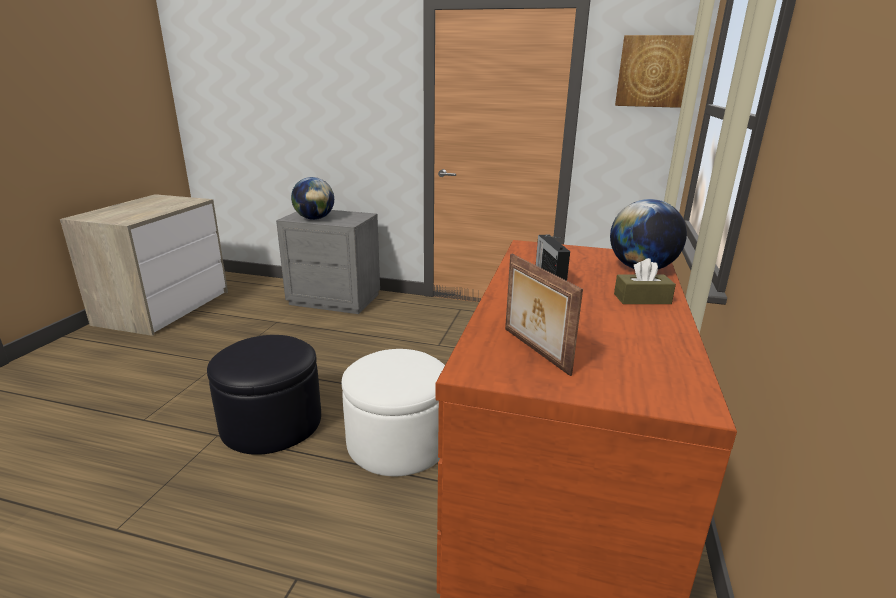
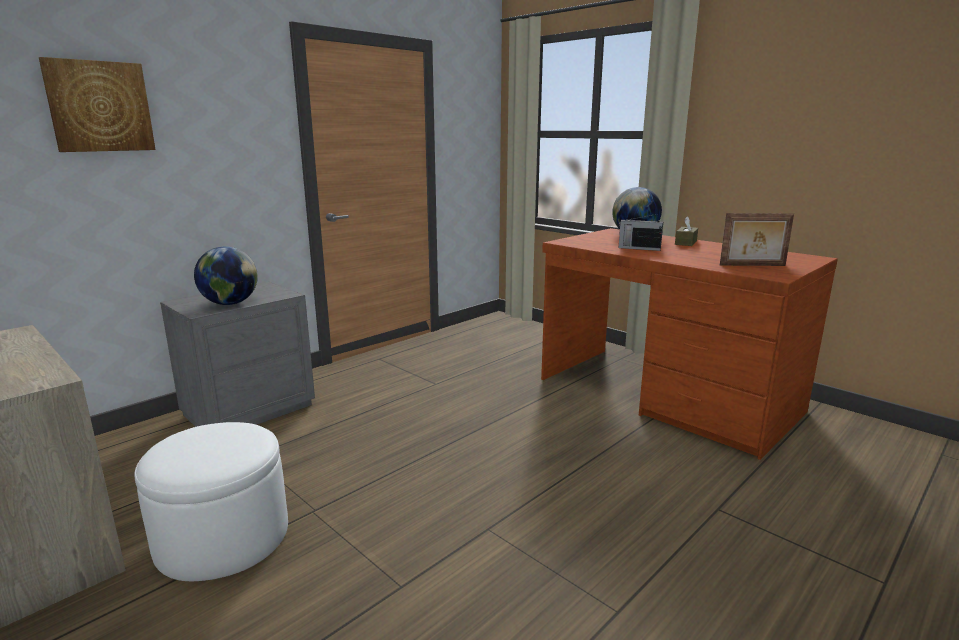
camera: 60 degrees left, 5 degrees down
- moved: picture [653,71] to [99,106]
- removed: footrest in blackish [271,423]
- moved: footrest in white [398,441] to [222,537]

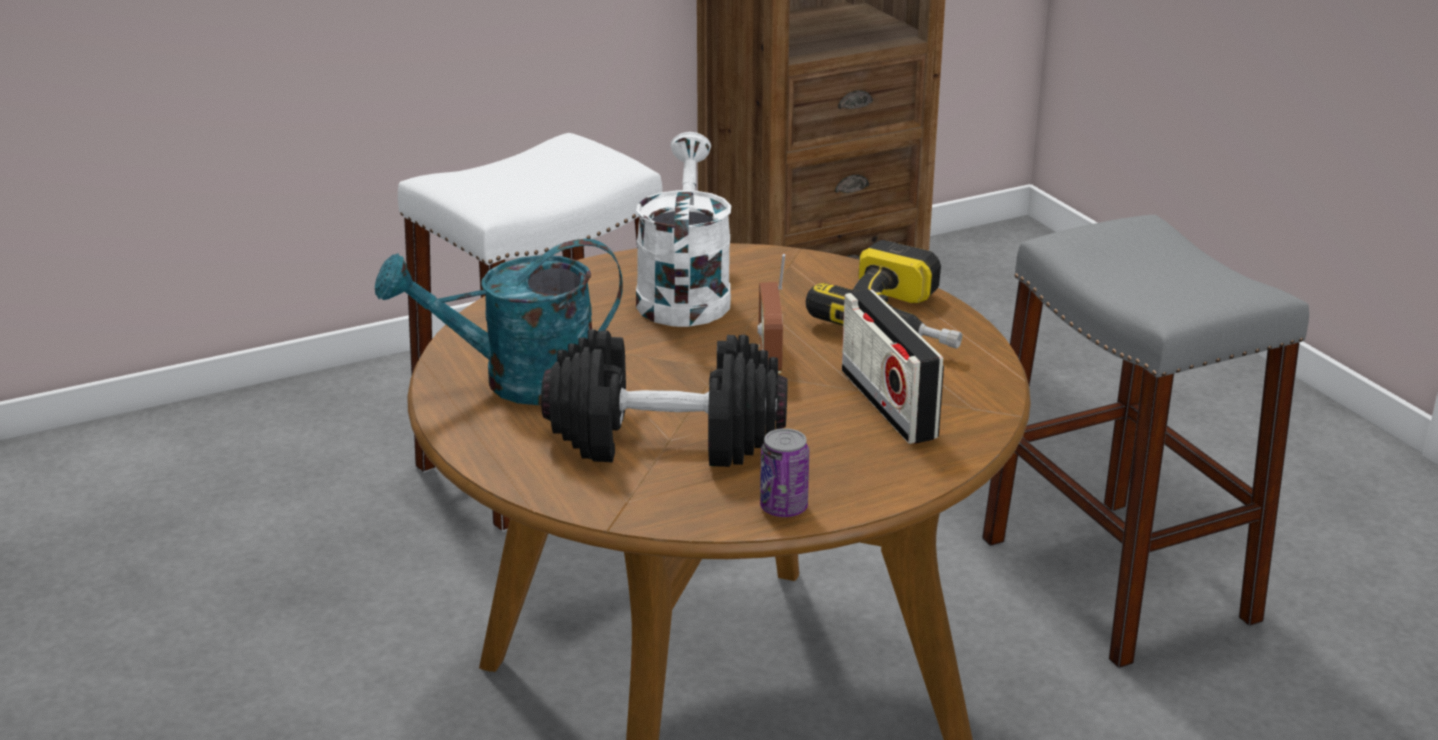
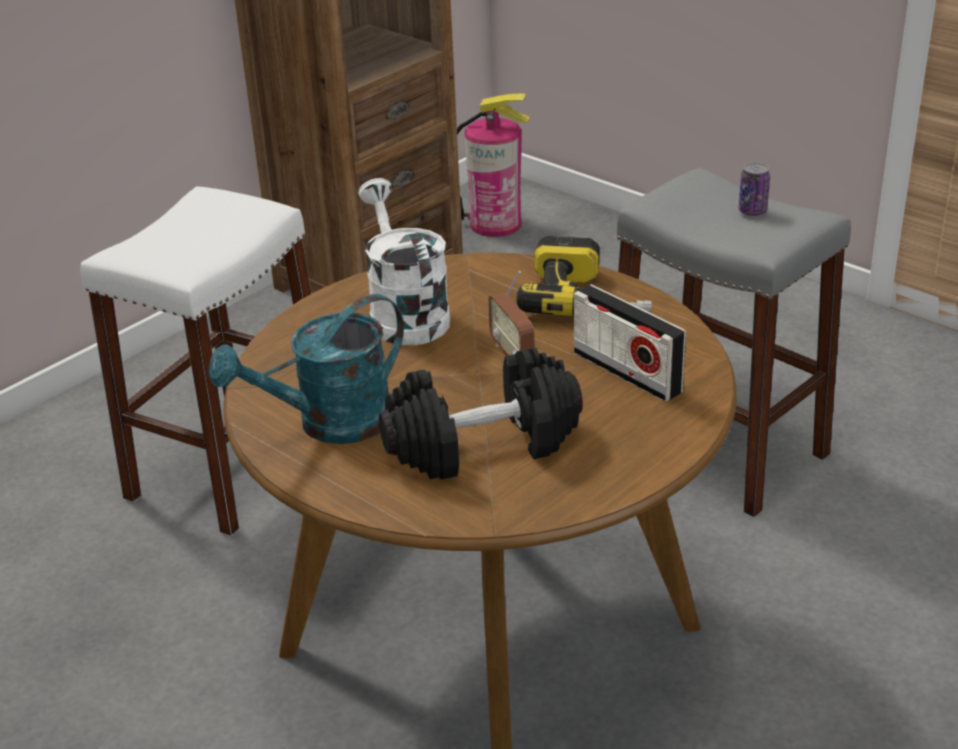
camera: 20 degrees left, 5 degrees up
- moved: can [783,508] to [752,211]
- added: fire extinguisher [495,224]

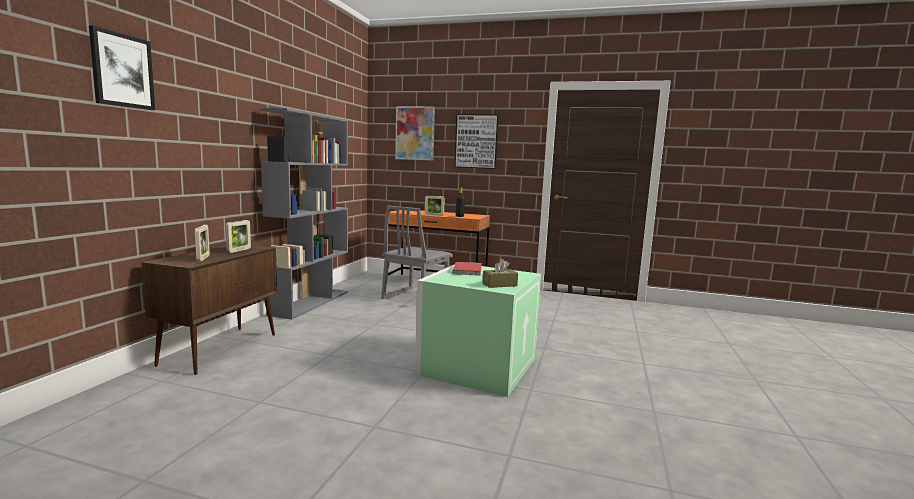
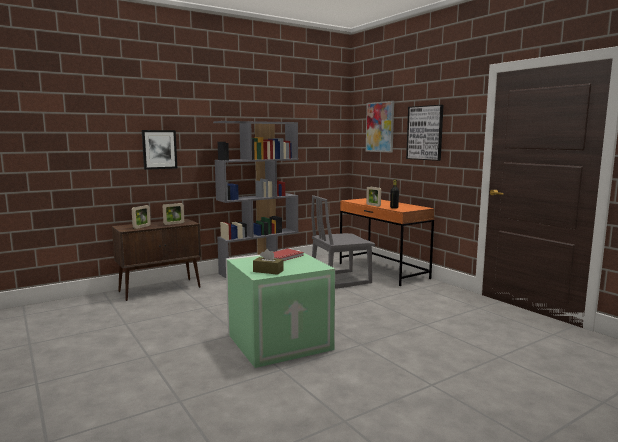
camera: 40 degrees right, 0 degrees up
- moved: picture [122,71] to [159,149]

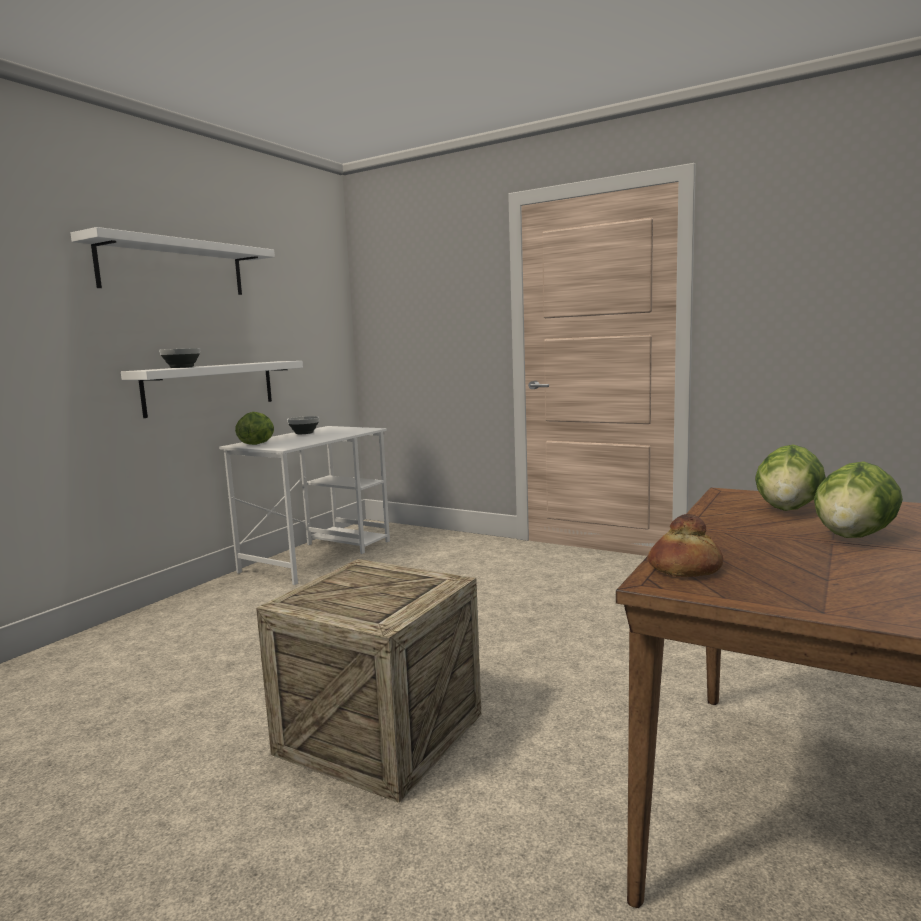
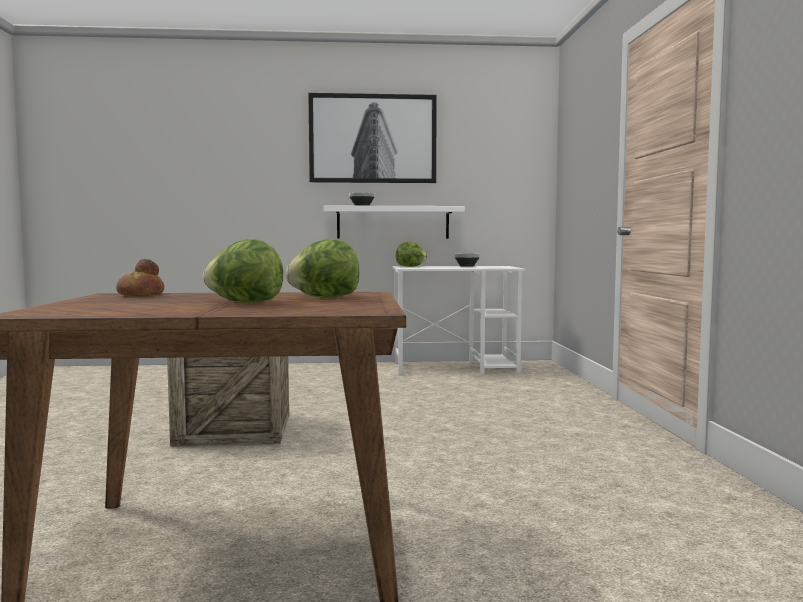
camera: 55 degrees right, 5 degrees down
- replaced: bracket shelf in white [173,268] to picture [373,138]

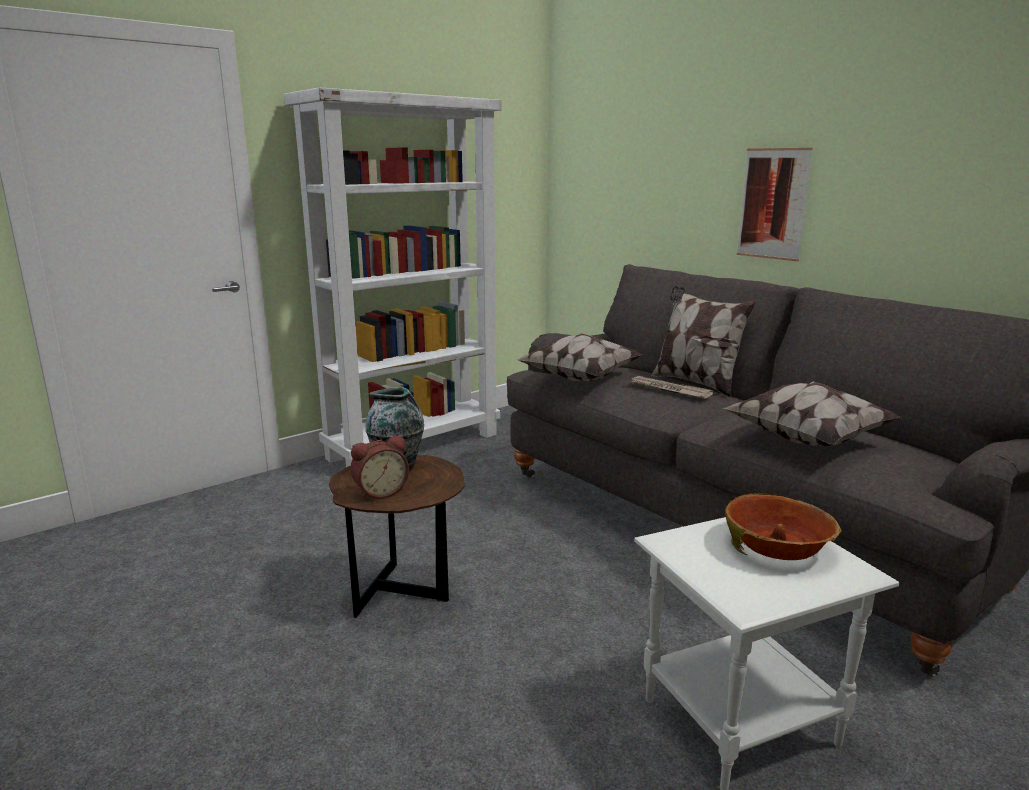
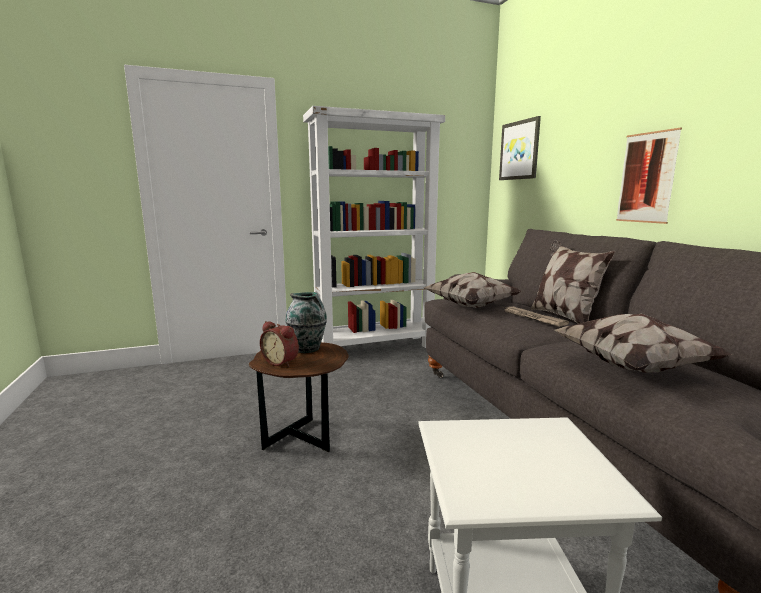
camera: 20 degrees right, 5 degrees down
- turned: bedside clock [380,492] = [281,362] 45 degrees clockwise
- removed: bowl [777,547]
- added: picture [519,150]

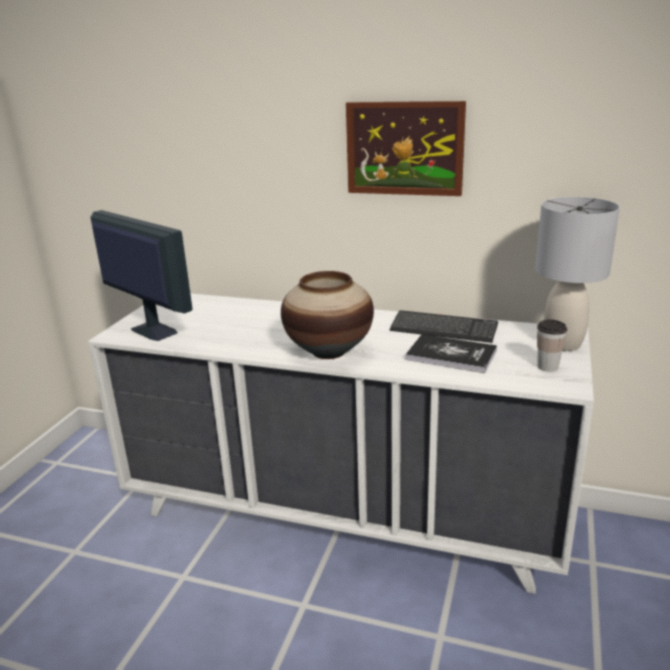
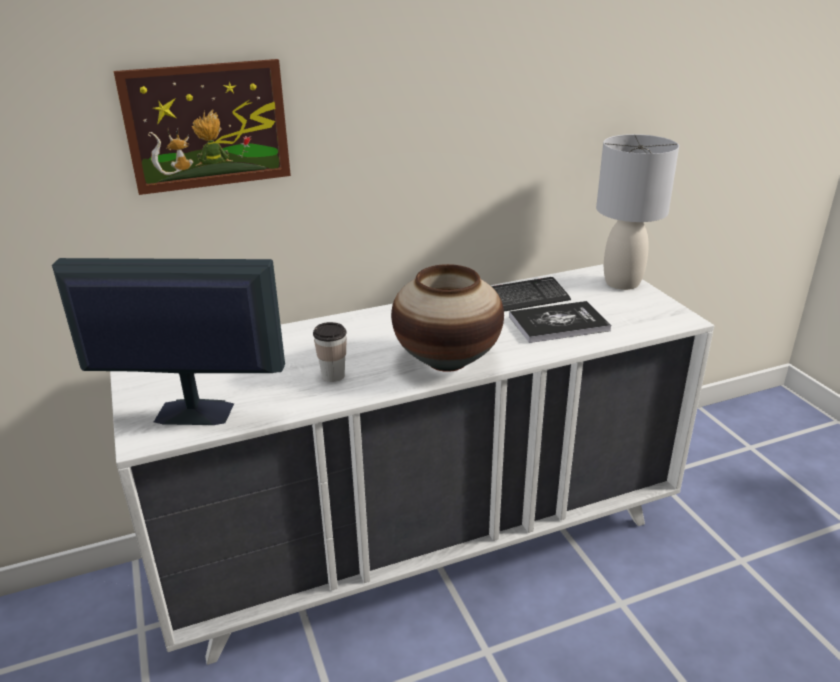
camera: 40 degrees left, 5 degrees up
- moved: picture [404,148] to [207,126]
- moved: cup [547,367] to [333,375]

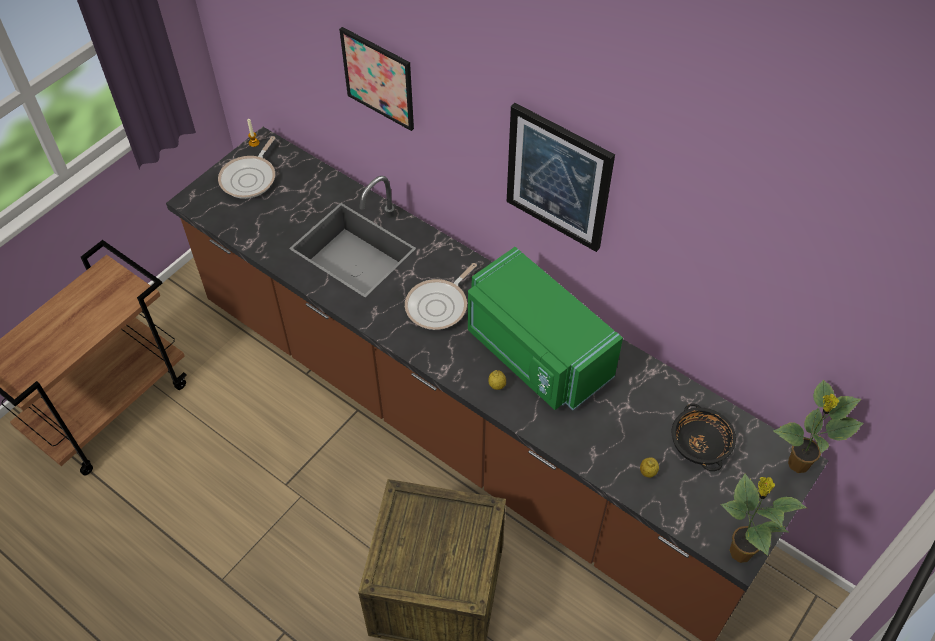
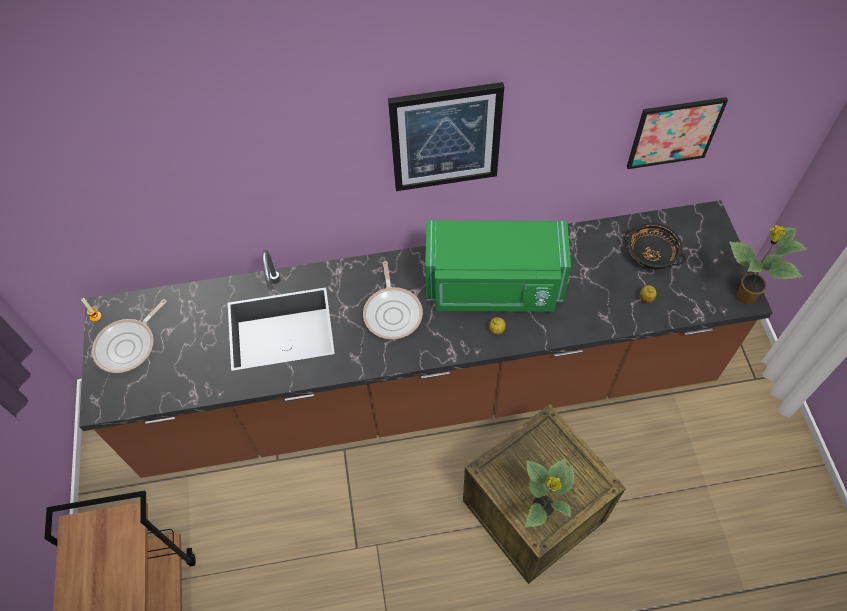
camera: 45 degrees left, 5 degrees up
- moved: picture [378,78] to [674,133]
- turned: pan [250,178] = [129,346] 60 degrees clockwise
- moved: plant in a pot [797,464] to [541,515]

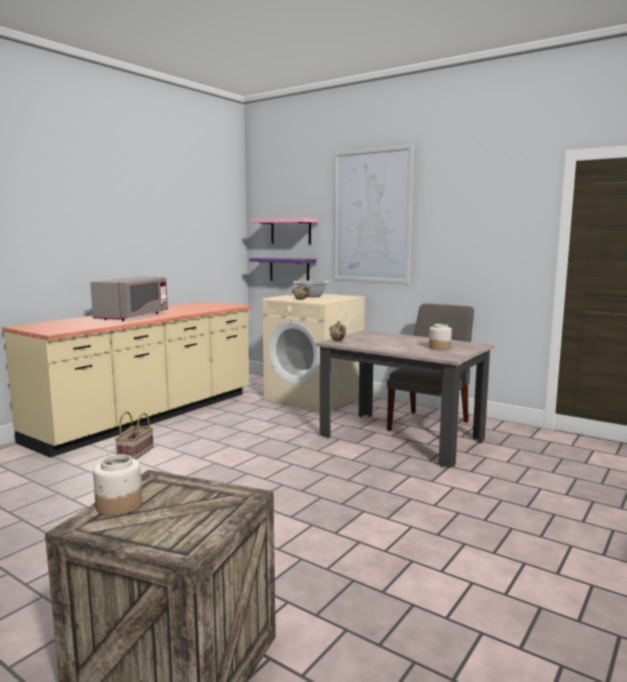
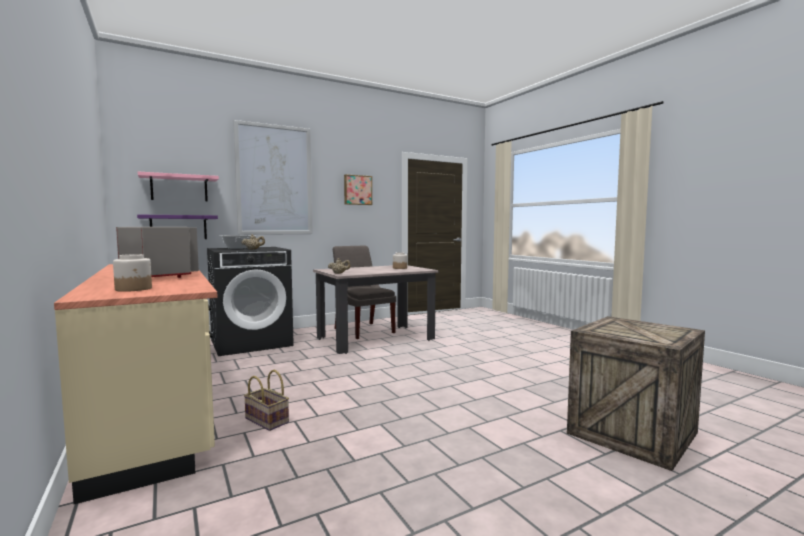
camera: 65 degrees left, 5 degrees down
- recoloured: laundry machine in beige [314,398] to laundry machine in blackish [251,342]
- moved: preserve jar [119,505] to [134,289]
- added: picture [357,190]

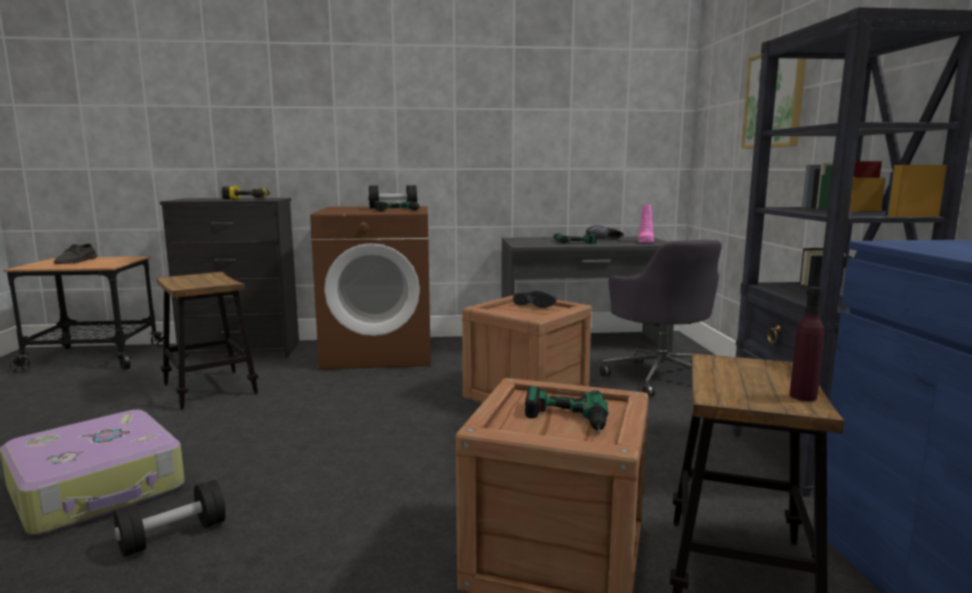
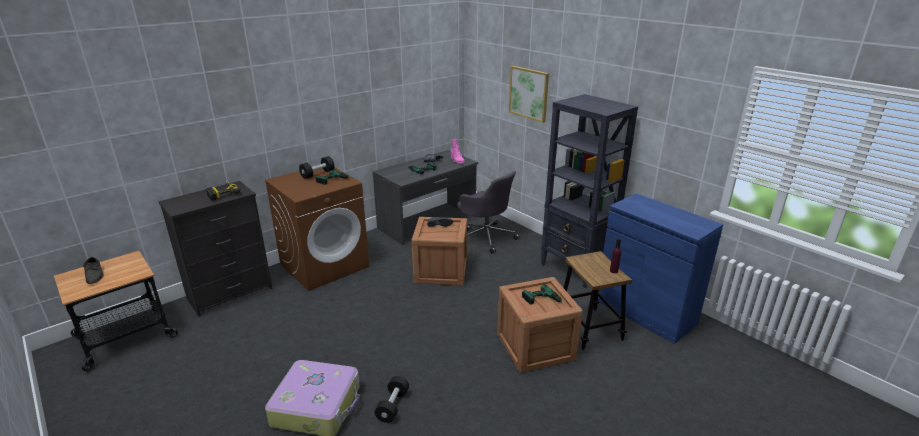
camera: 35 degrees left, 15 degrees up
- removed: sitting stool [210,389]

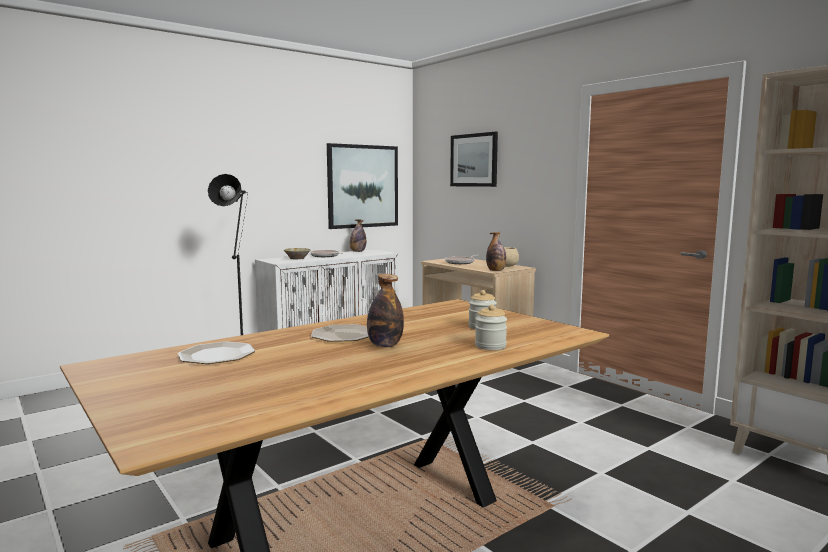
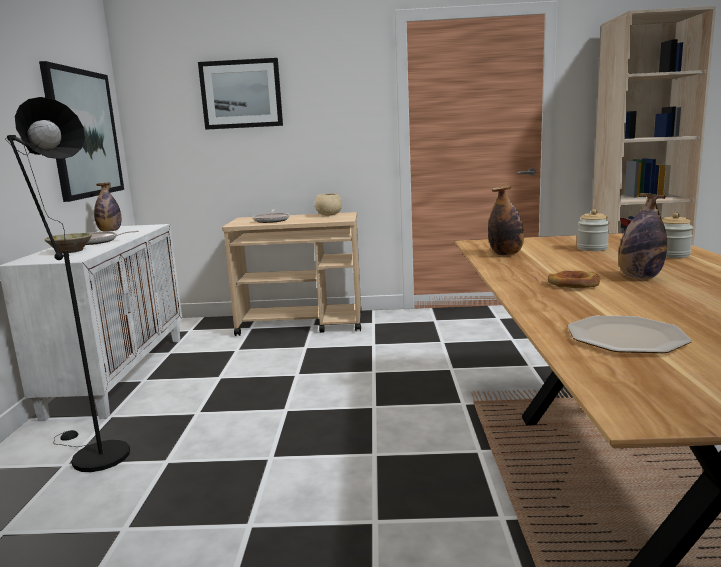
camera: 50 degrees left, 5 degrees up
- moved: drink bottle [496,271] to [506,254]
- replaced: flat dish [342,335] to baked bread [573,284]

